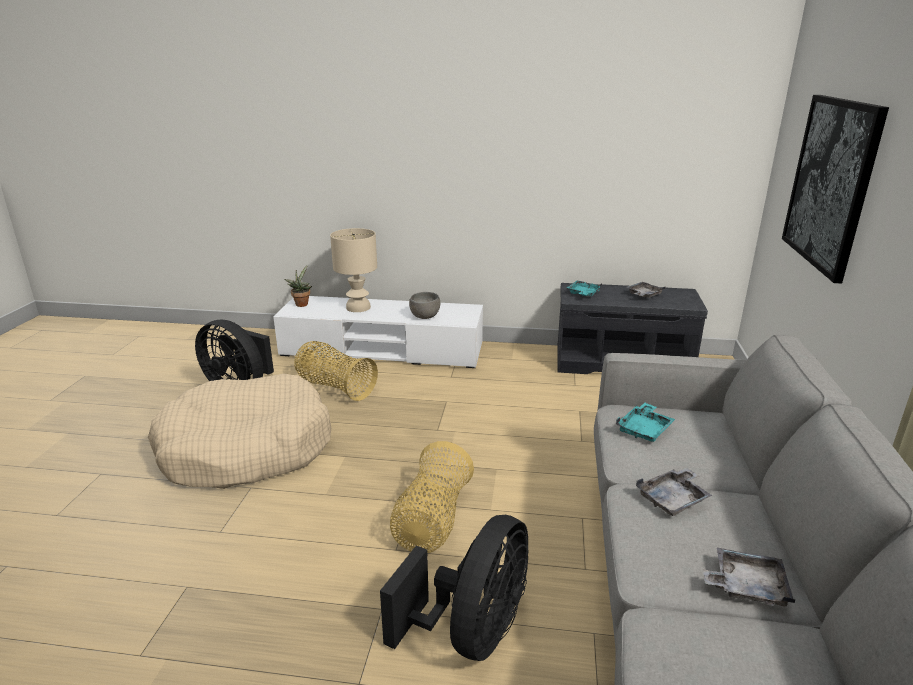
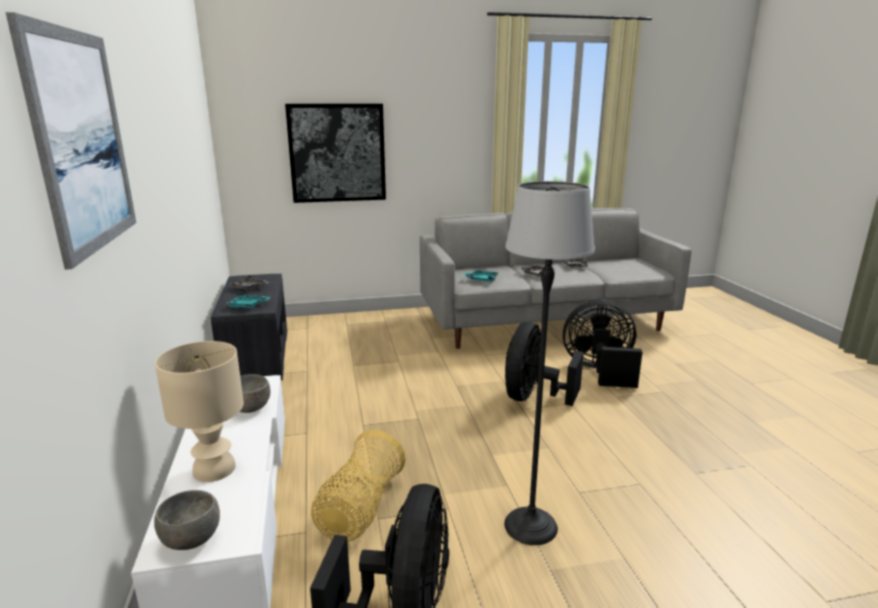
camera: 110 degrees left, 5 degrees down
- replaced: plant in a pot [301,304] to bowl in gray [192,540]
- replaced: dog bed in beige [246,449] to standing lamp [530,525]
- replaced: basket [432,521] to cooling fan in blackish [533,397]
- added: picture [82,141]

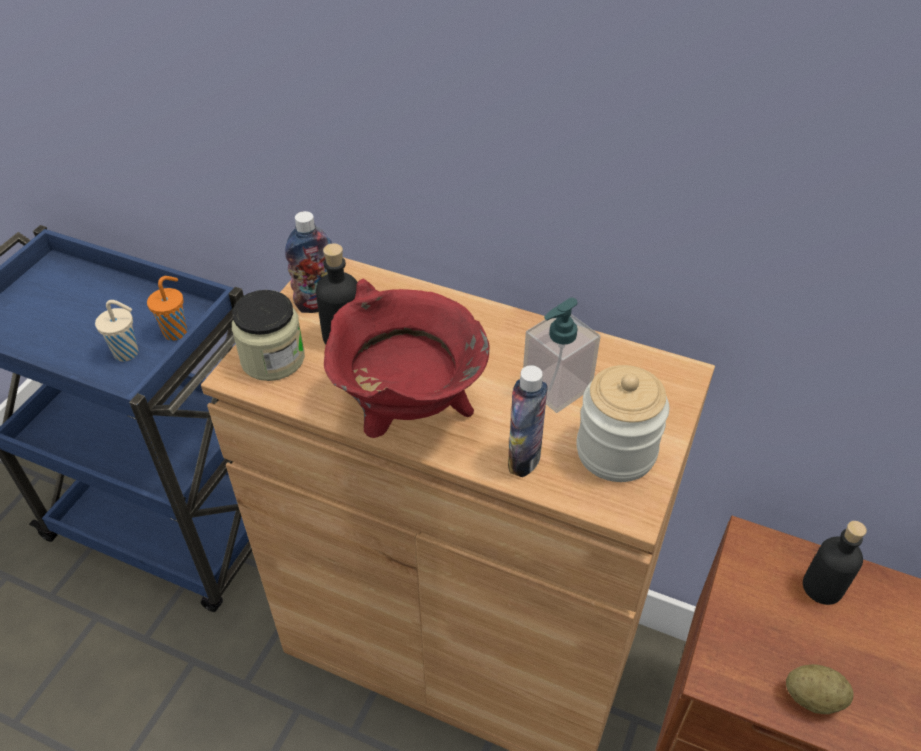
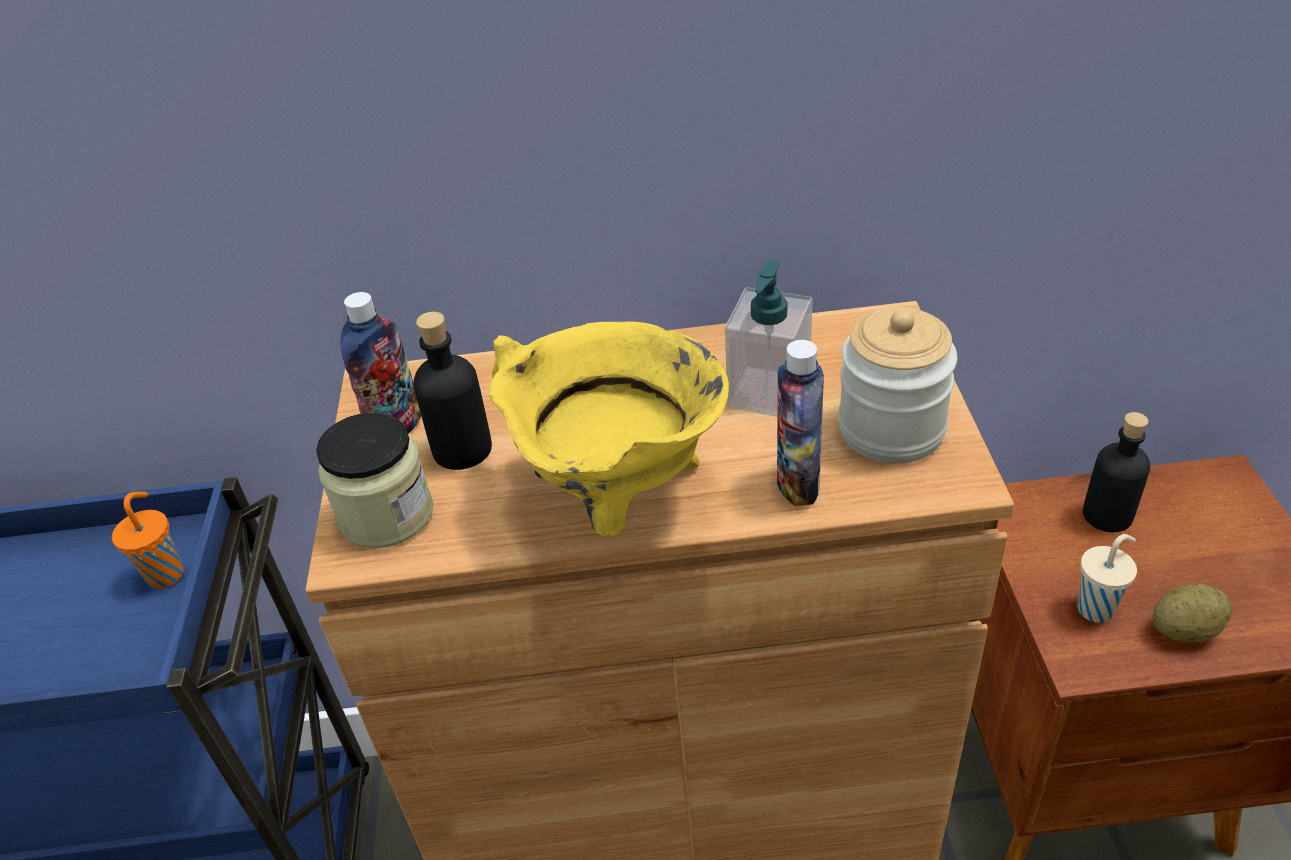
camera: 25 degrees left, 5 degrees down
- recoloured: cooking pot in red-coloured [409,413] to cooking pot in yellow [619,497]
- moved: cup in beige [128,353] to [1097,608]

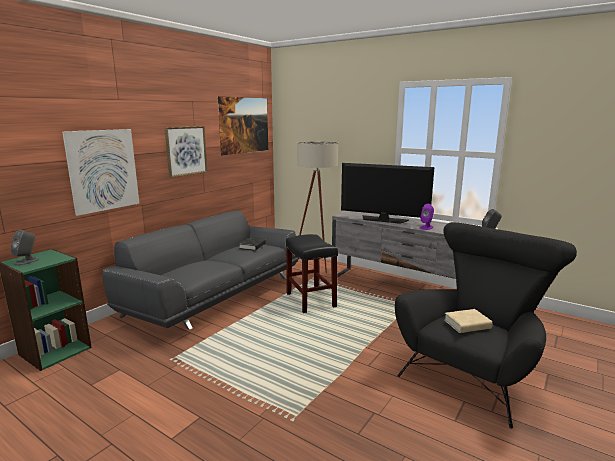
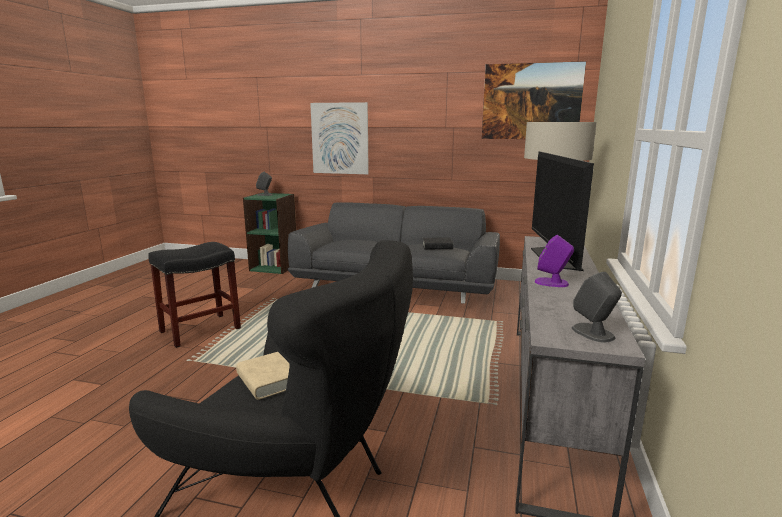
camera: 70 degrees right, 0 degrees up
- removed: picture [186,151]
- moved: sitting stool in blackish [311,300] to [199,330]

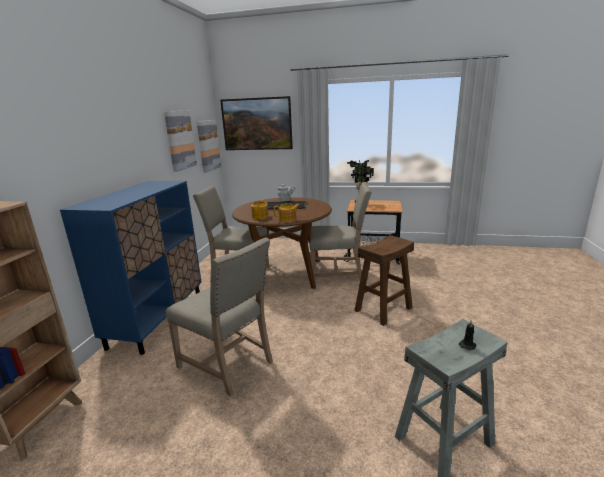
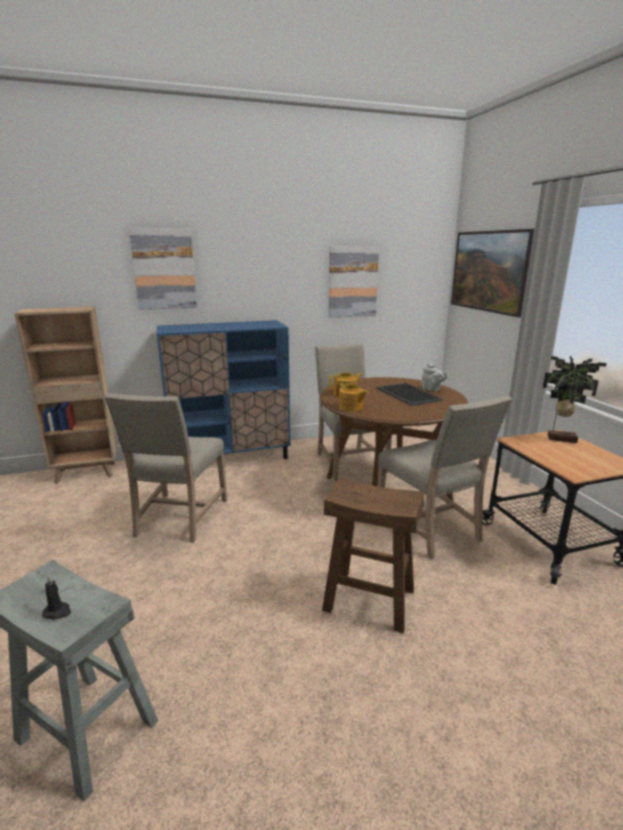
camera: 60 degrees right, 0 degrees up
- moved: picture [208,145] to [164,269]

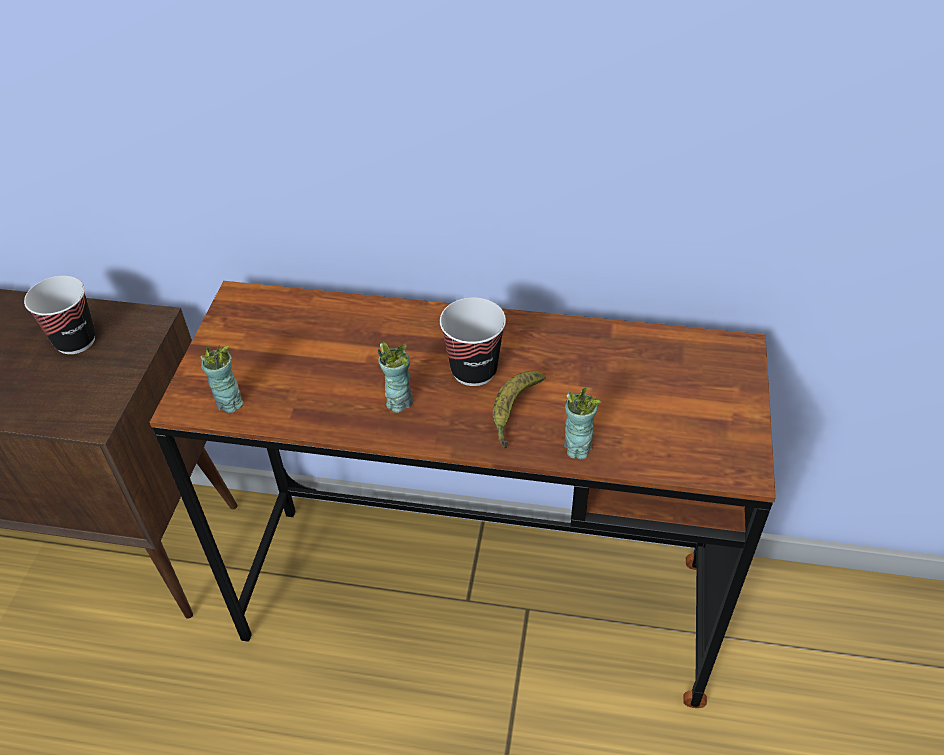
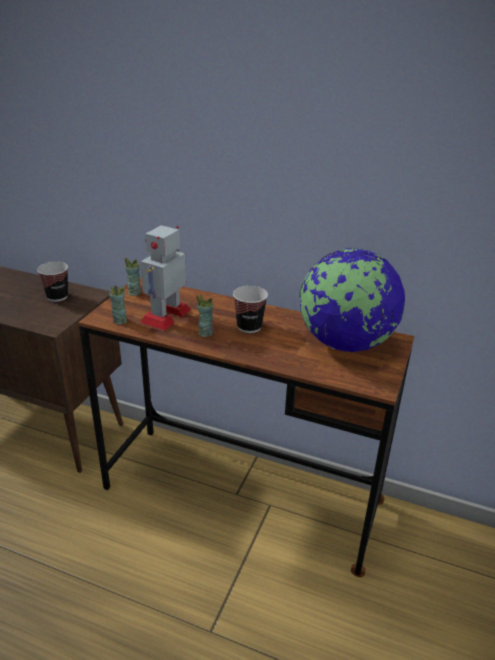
camera: 10 degrees right, 15 degrees down
- removed: banana [514,412]
- moved: cup [577,447] to [134,292]
- added: model robot [166,315]
- added: world globe [345,344]

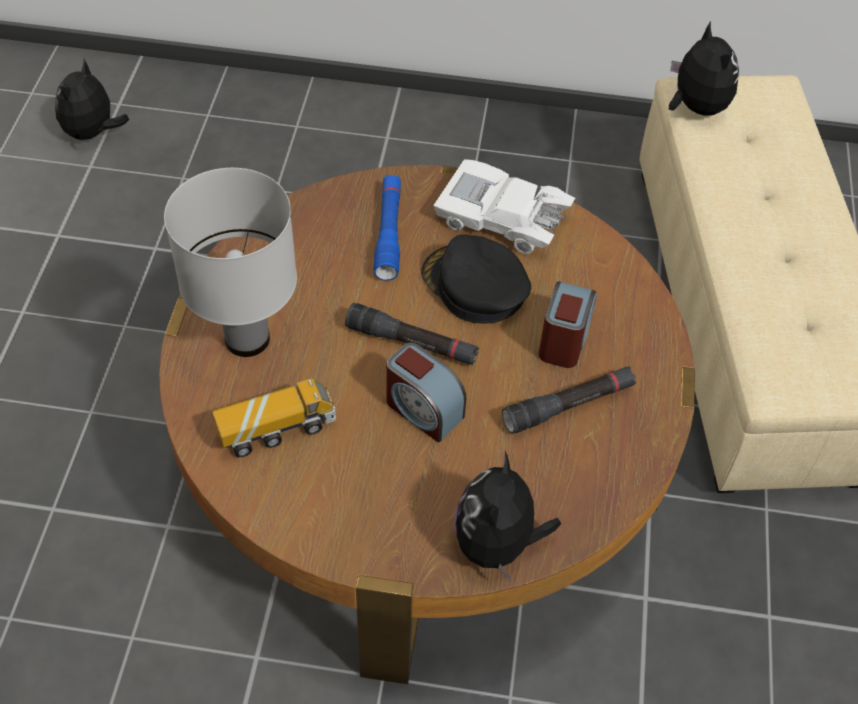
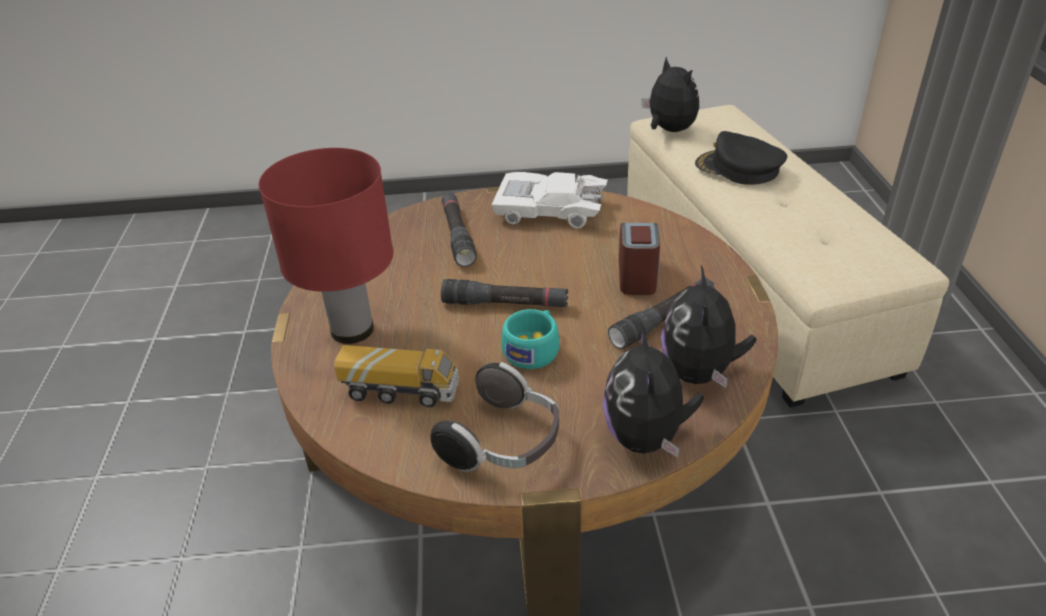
camera: 10 degrees left, 15 degrees down
- moved: soft toy [93,133] to [699,373]
- recoloured: table lamp in white [248,339] to table lamp in red-coloured [353,329]
- recoloured: hand torch in bluish [389,233] to hand torch in blackish [457,236]
- moved: baseball cap in blackish [474,286] to [738,168]
- replaced: bedside clock [423,409] to cup in turquoise-coloured [534,349]
- turned: toy truck [277,430] = [401,391] 45 degrees clockwise
- added: headphones [504,443]

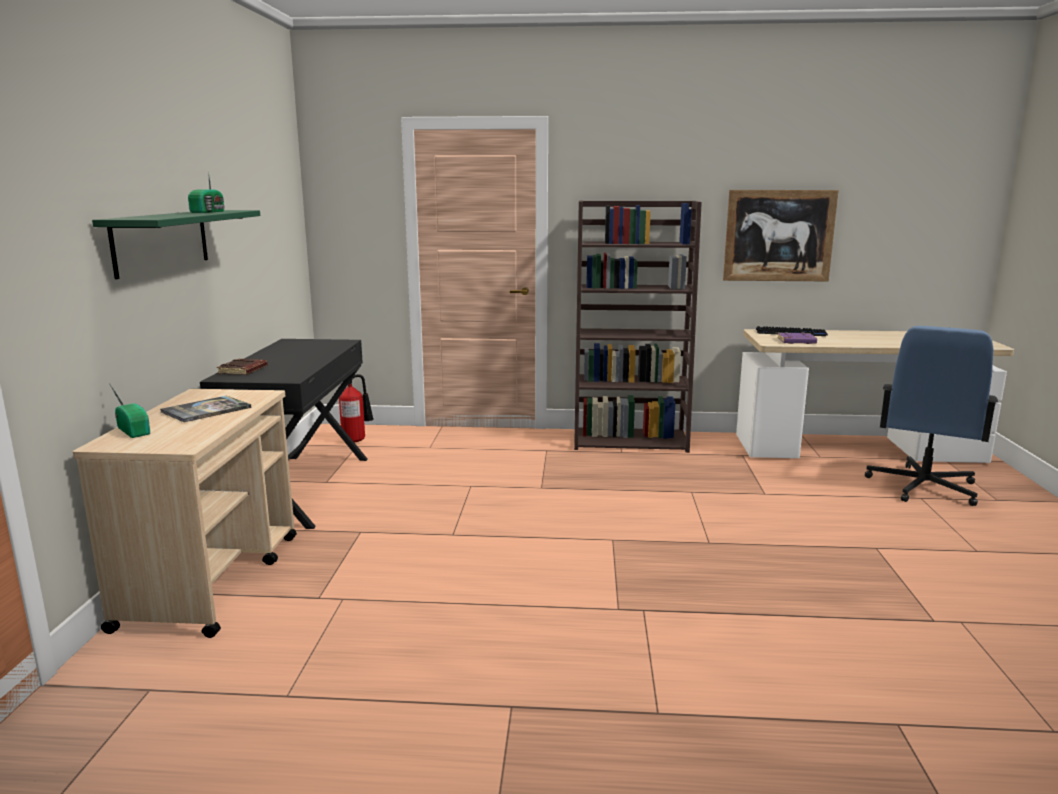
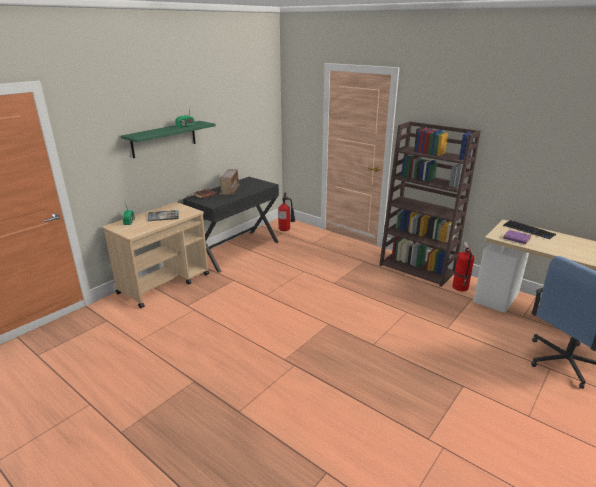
camera: 35 degrees right, 10 degrees up
- removed: picture [779,235]
- added: radio [230,190]
- added: fire extinguisher [460,287]

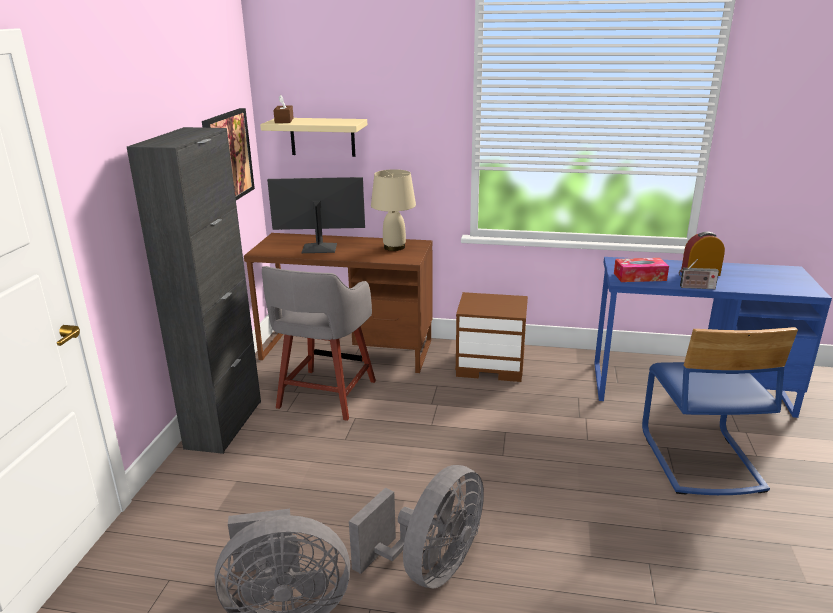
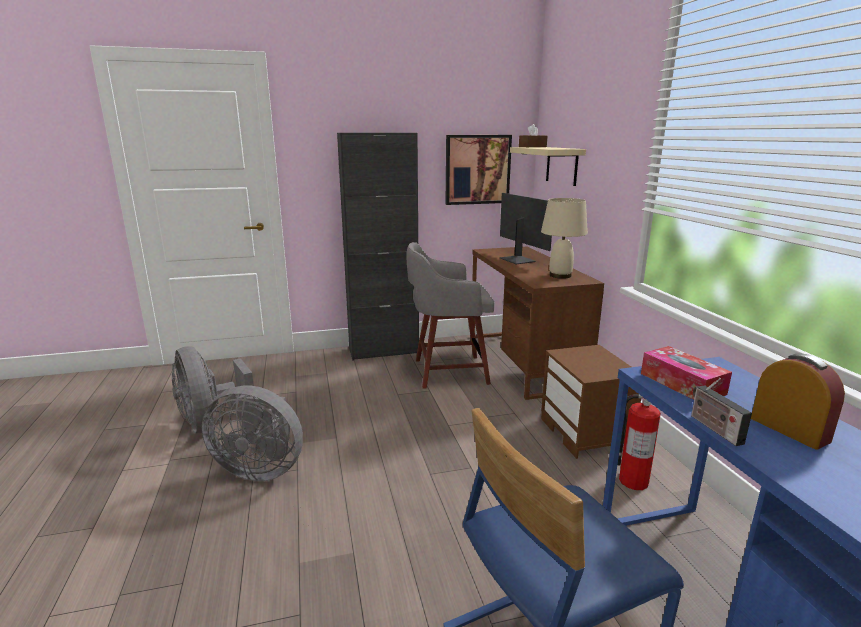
camera: 65 degrees right, 5 degrees down
- added: fire extinguisher [633,481]

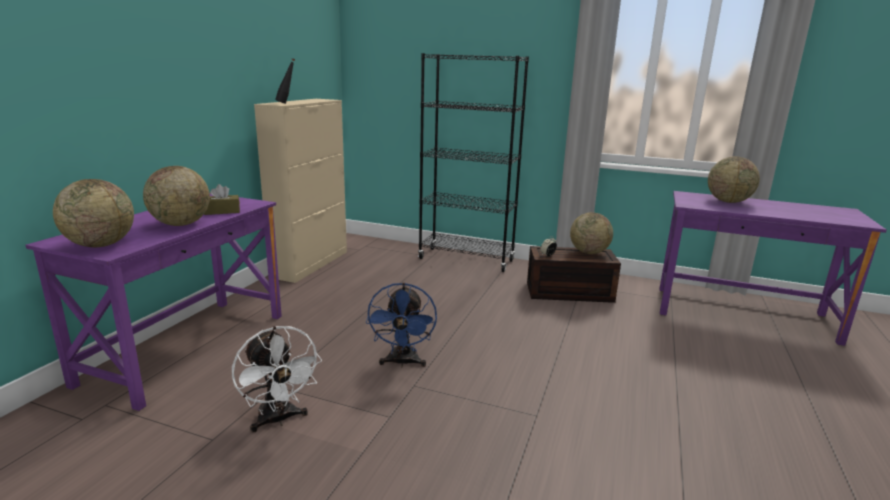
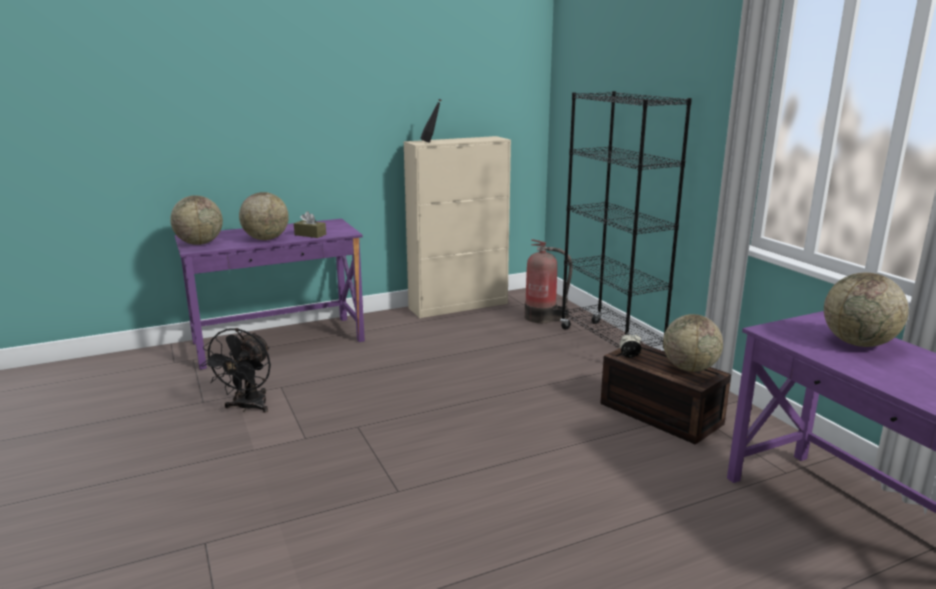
camera: 45 degrees right, 0 degrees up
- removed: cooling fan in bluish [402,362]
- recoloured: cooling fan in white [278,420] to cooling fan in blackish [248,407]
- added: fire extinguisher [543,318]

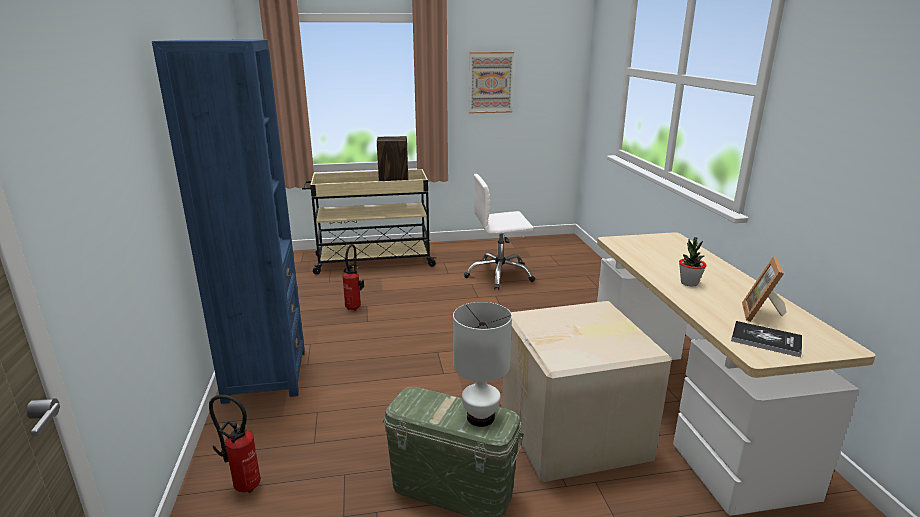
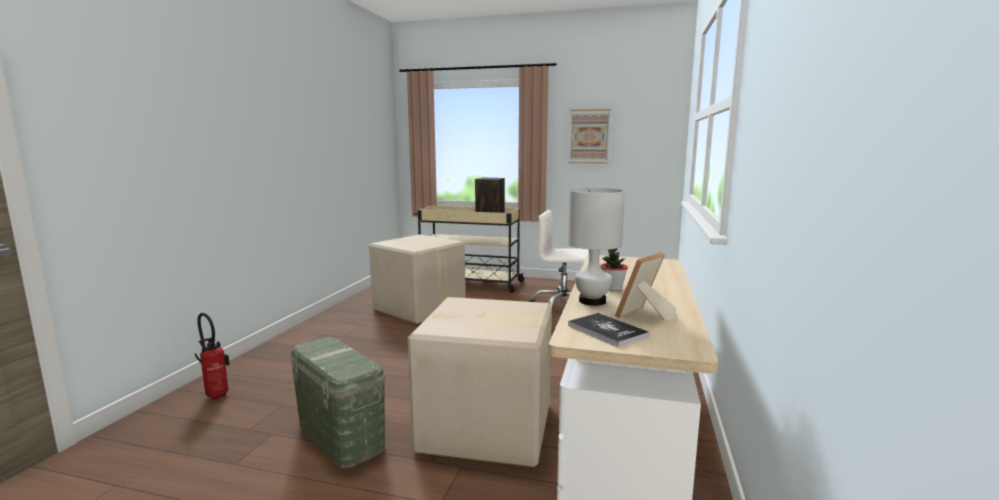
camera: 25 degrees right, 10 degrees down
- removed: bookshelf in bluish [265,375]
- replaced: fire extinguisher [355,307] to cardboard box [419,308]
- moved: table lamp in white [480,417] to [592,301]

